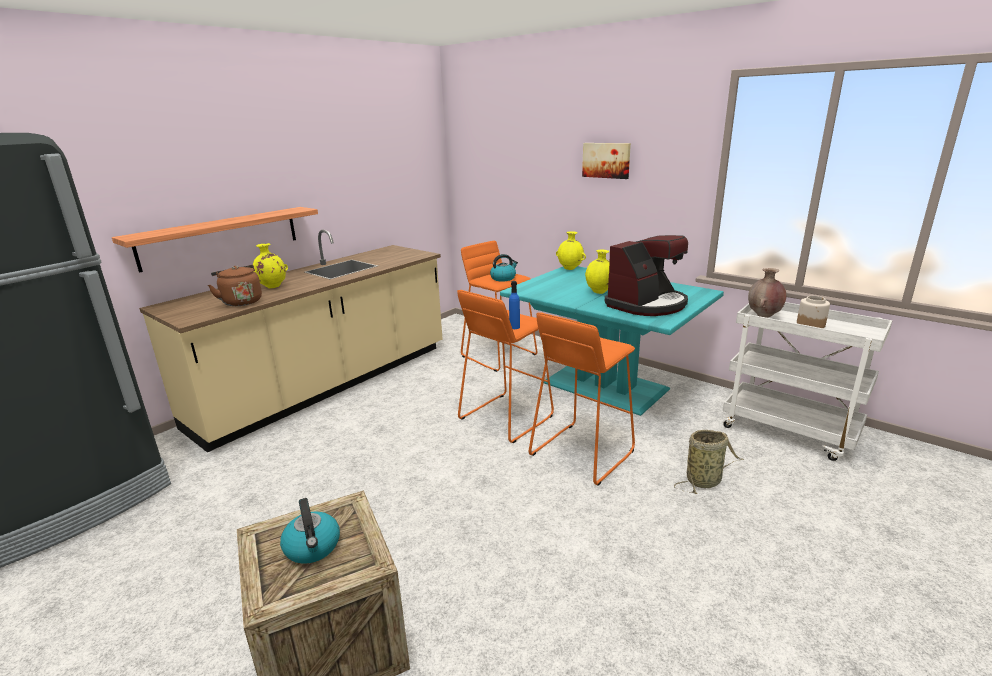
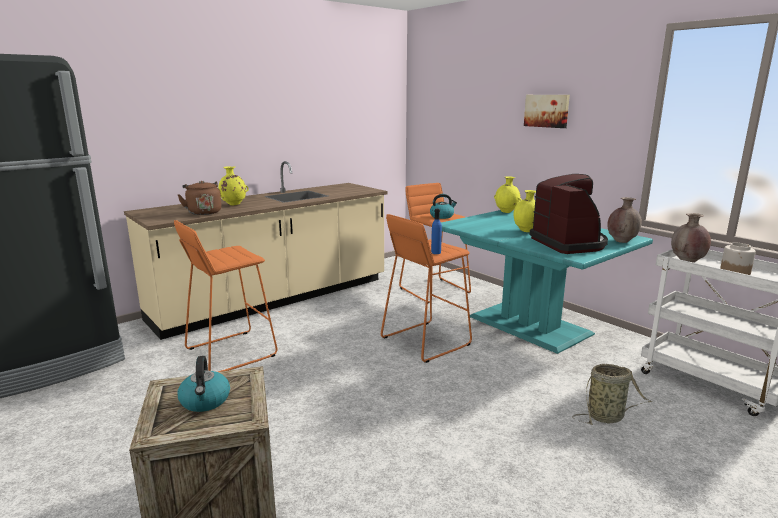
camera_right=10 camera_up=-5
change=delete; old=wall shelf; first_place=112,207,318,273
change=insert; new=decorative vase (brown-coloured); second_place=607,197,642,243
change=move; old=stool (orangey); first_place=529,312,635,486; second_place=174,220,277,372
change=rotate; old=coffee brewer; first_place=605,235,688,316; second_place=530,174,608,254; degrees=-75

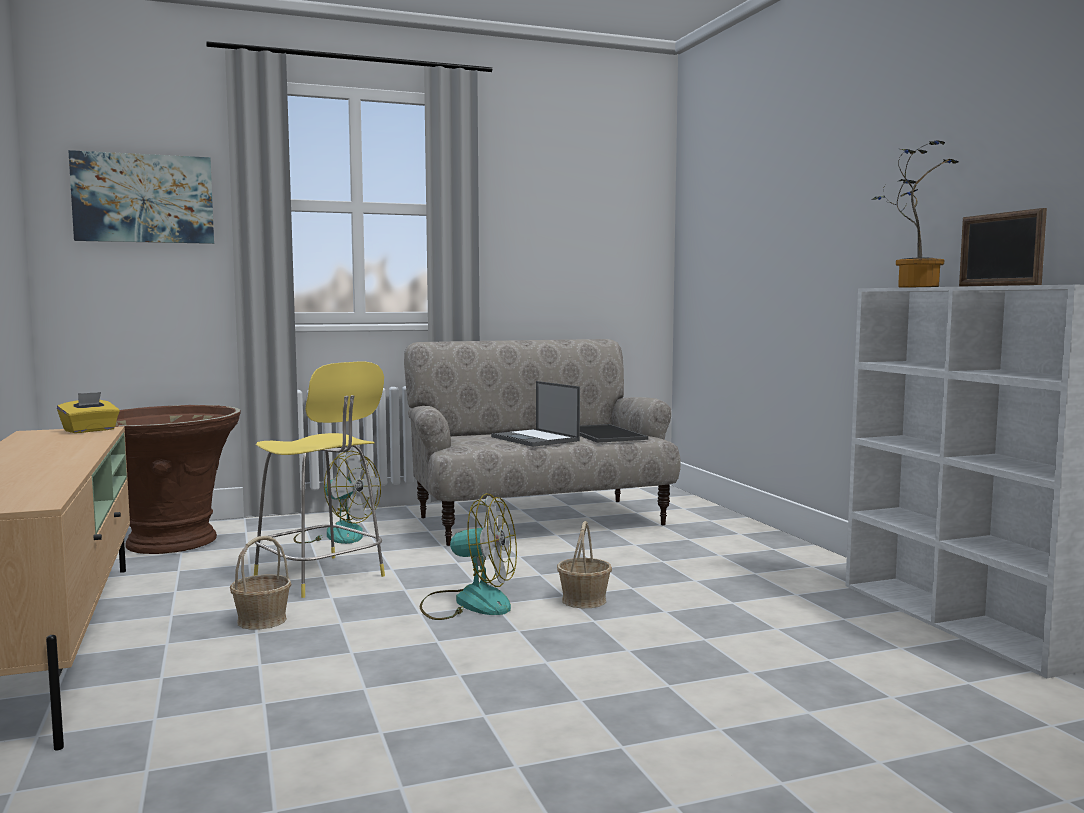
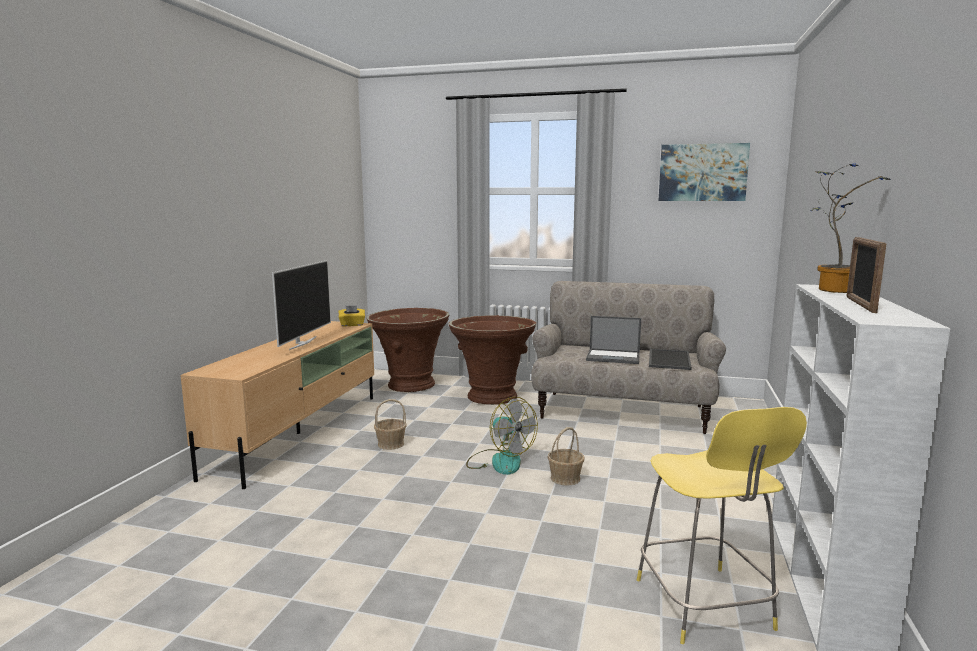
camera_right=35 camera_up=5
change=insert; new=television; second_place=272,260,331,350
change=move; old=wall picture; first_place=68,150,214,244; second_place=658,143,750,201
change=move; old=stool (yellow-coloured); first_place=254,362,385,598; second_place=637,407,807,644
change=replace; old=cooling fan; new=flower pot (brown-coloured); first_place=294,451,381,544; second_place=449,315,536,405
change=rotate; old=laptop; first_place=491,381,580,447; second_place=586,316,641,364; degrees=-75

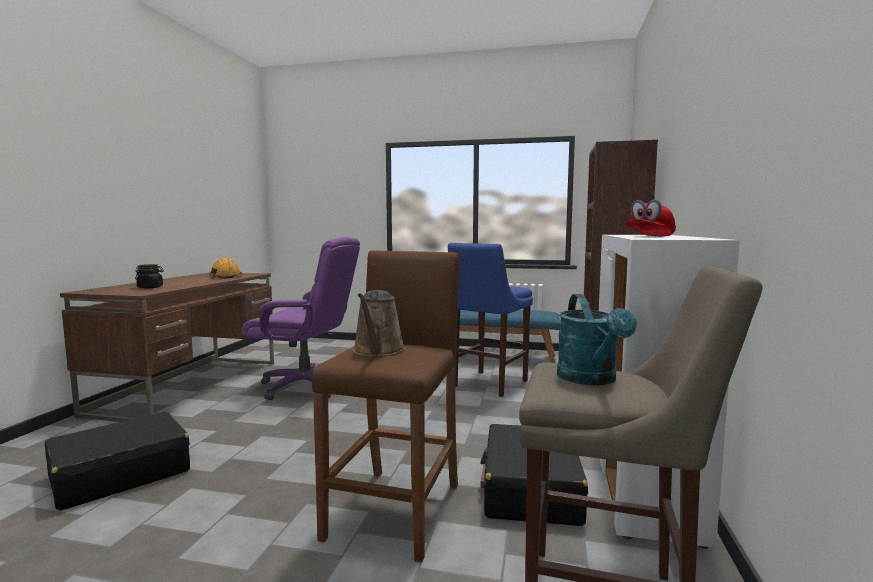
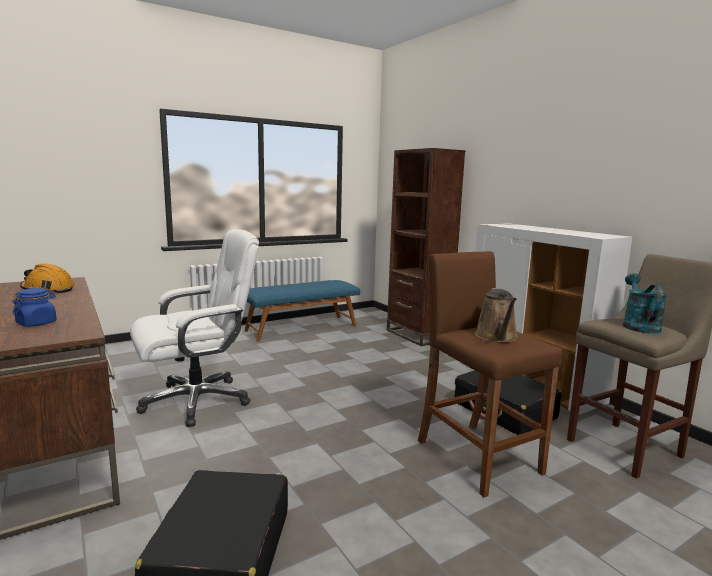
camera_right=-45 camera_up=5
change=delete; old=stool (bluish); first_place=448,243,533,397
change=delete; old=peaked cap (reddish); first_place=625,200,676,236
change=recolor; old=jar (blackish); new=jar (bluish); first_place=135,264,164,288; second_place=12,288,57,327
change=recolor; old=office chair (purple); new=office chair (white-coloured); first_place=241,237,360,400; second_place=130,229,259,427
change=rotate; old=watering pot (brown-coloured); first_place=353,290,405,357; second_place=475,288,518,343; degrees=45
change=rotate; old=watering pot (turquoise); first_place=557,294,637,385; second_place=623,273,668,334; degrees=-120

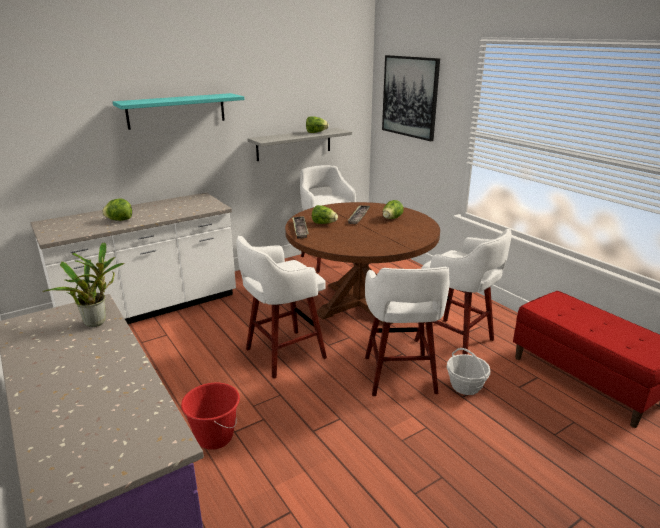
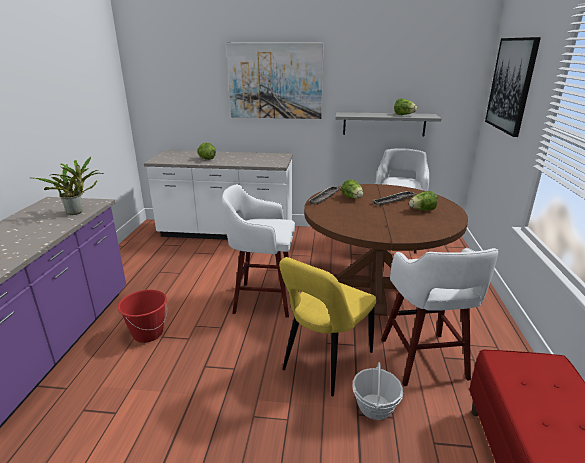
camera_right=40 camera_up=0
change=replace; old=wall shelf (turquoise); new=wall picture; first_place=113,93,244,130; second_place=226,43,324,119
change=replace; old=stool (white-coloured); new=plain chair (yellow-coloured); first_place=365,267,450,396; second_place=279,257,376,396

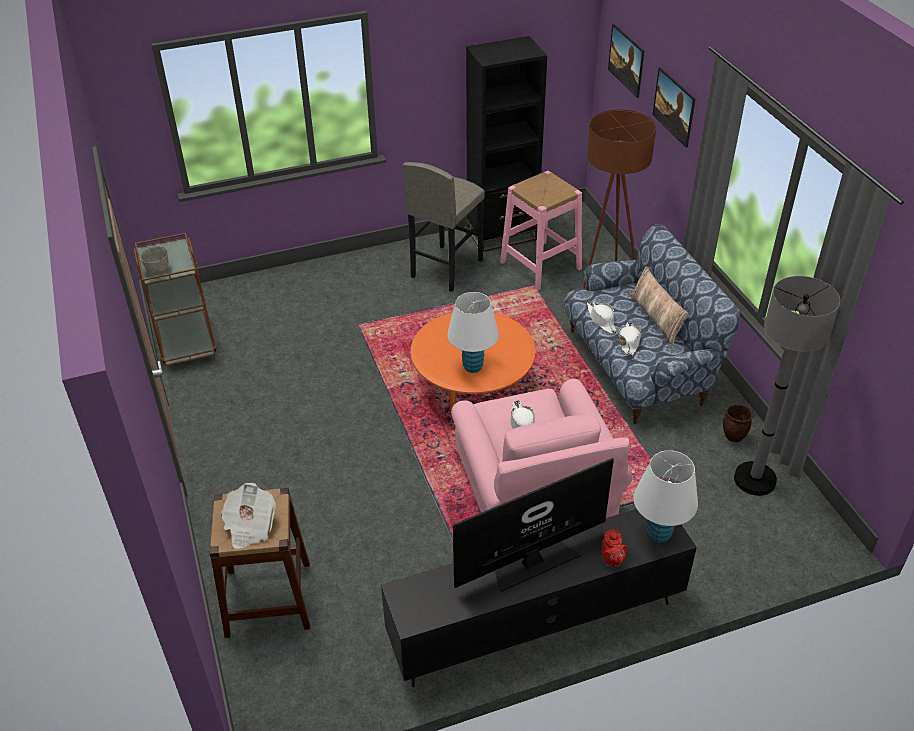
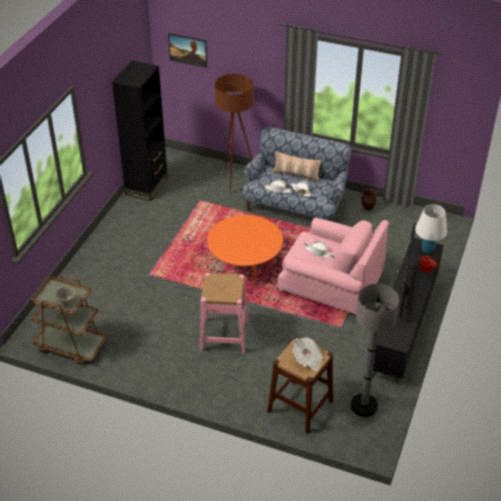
camera_right=-50 camera_up=0
change=delete; old=stool (greyish); first_place=403,162,485,292
change=delete; old=lamp for a table (white-coloured); first_place=447,292,499,373
change=delete; old=wall picture; first_place=652,67,695,148
change=move; old=stool (pink-coloured); first_place=500,171,582,290; second_place=199,273,248,354
change=move; old=floor lamp (greyish); first_place=734,276,840,496; second_place=351,284,399,417

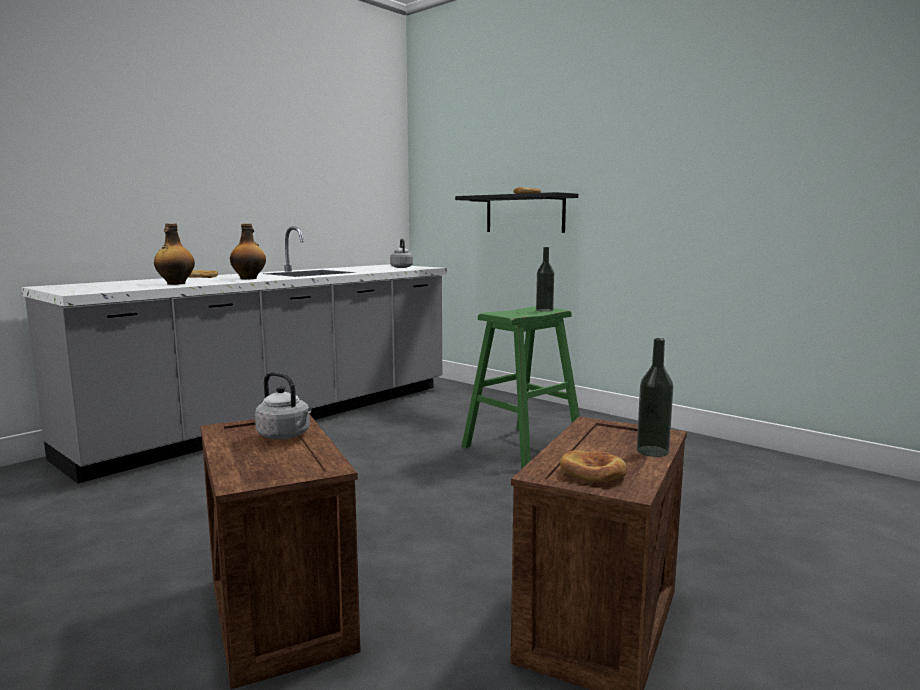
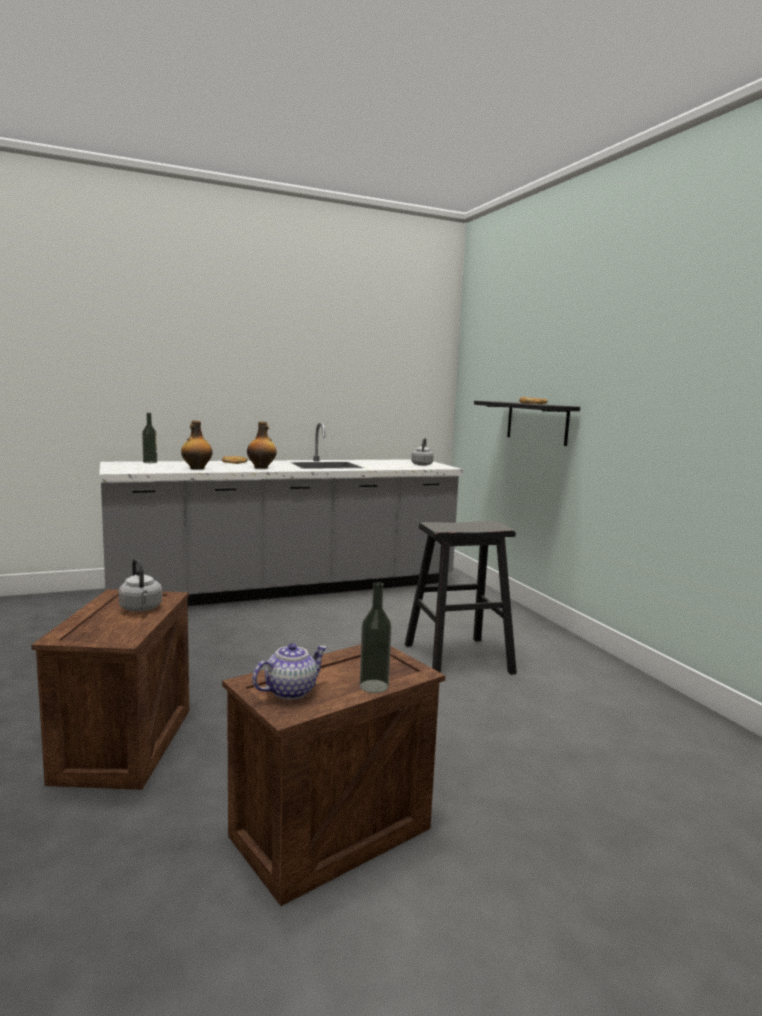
camera_right=25 camera_up=0
change=move; old=drink bottle; first_place=536,247,554,312; second_place=142,413,157,463
change=replace; old=baked bread; new=teapot; first_place=560,450,627,482; second_place=252,643,327,700
change=recolor; old=stool (green); new=stool (blackish); first_place=462,306,580,469; second_place=405,521,517,675

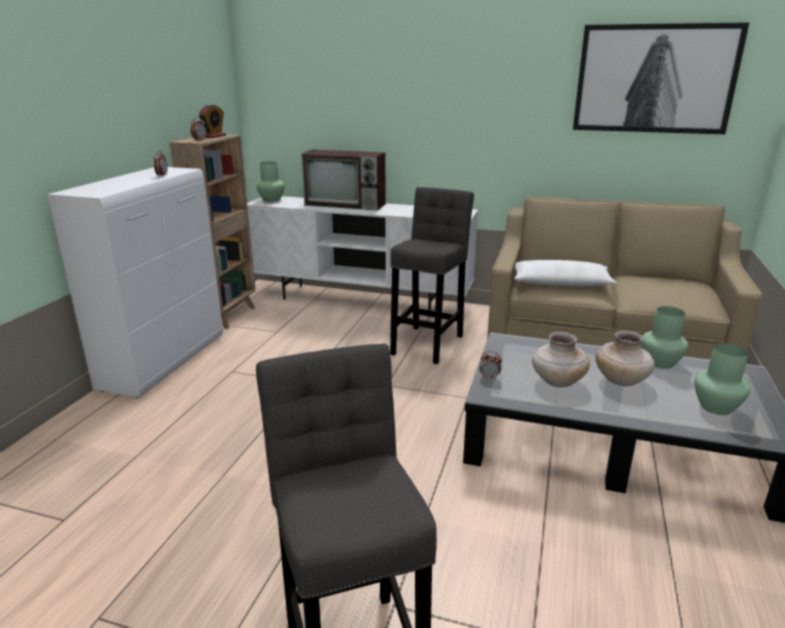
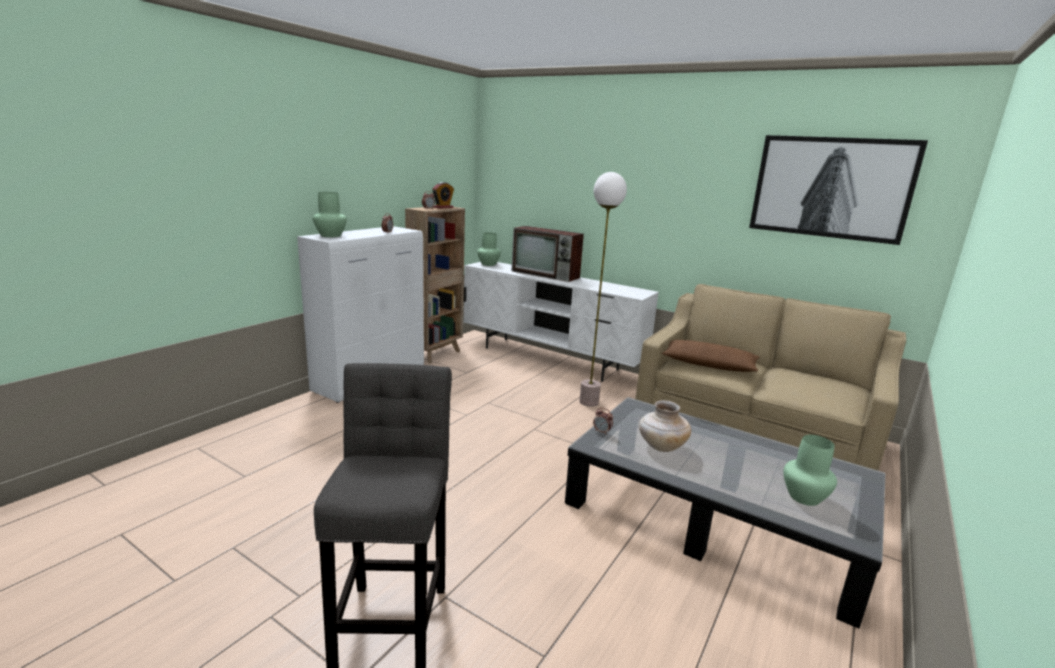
camera_right=15 camera_up=-5
change=delete; old=decorative vase (beige-coloured); first_place=596,331,655,386
change=move; old=decorative vase (green); first_place=641,306,688,369; second_place=313,192,347,237
change=replace; old=stool (greyish); new=floor lamp; first_place=390,187,474,364; second_place=579,172,627,407
change=recolor; old=pillow (white-coloured); new=pillow (brown-coloured); first_place=515,260,617,287; second_place=662,340,759,372

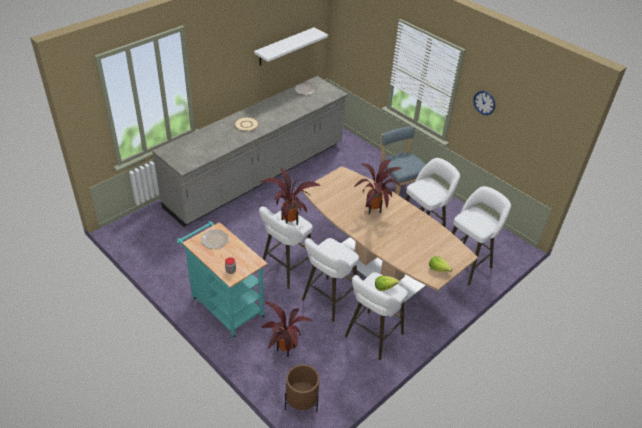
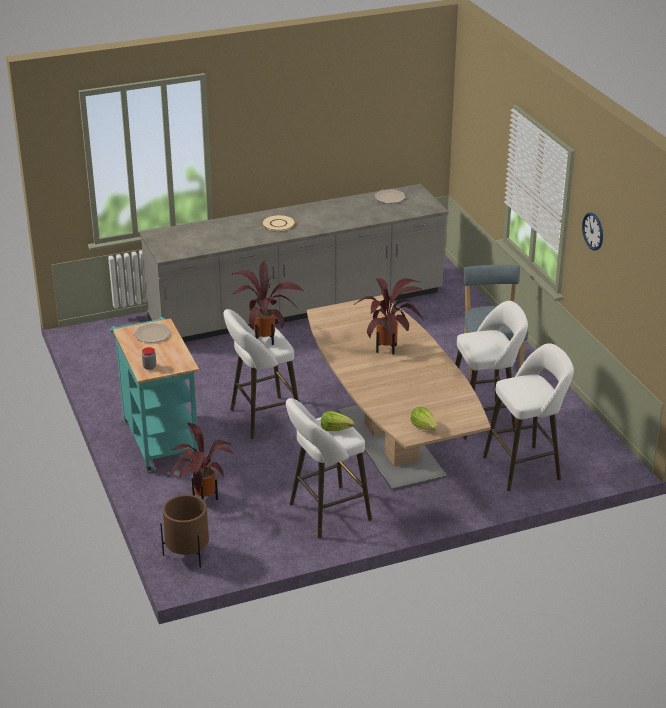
camera_right=25 camera_up=-10
change=delete; old=wall shelf (white-coloured); first_place=254,27,328,66
change=delete; old=stool (white-coloured); first_place=302,238,359,322

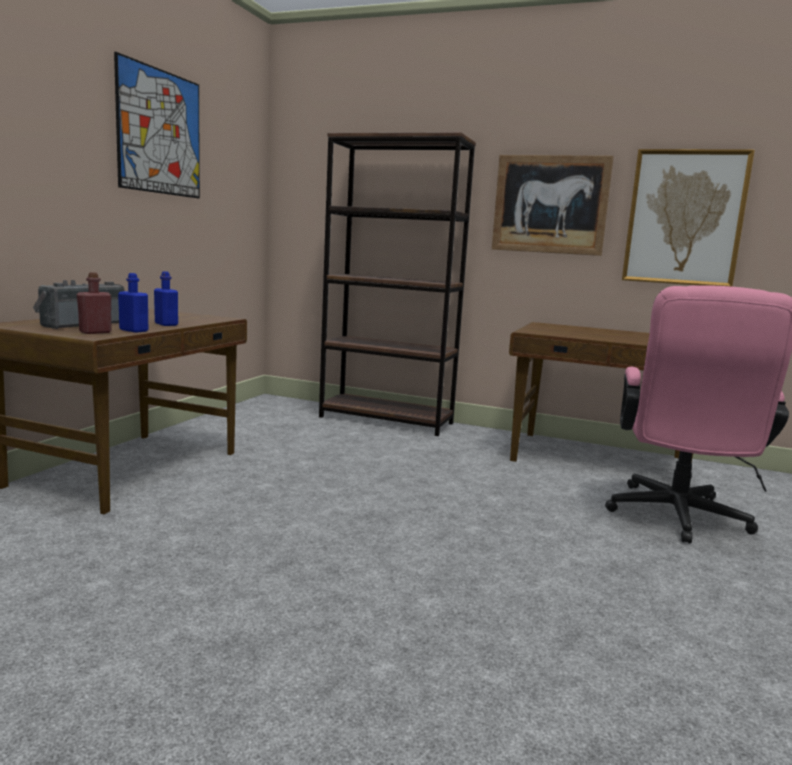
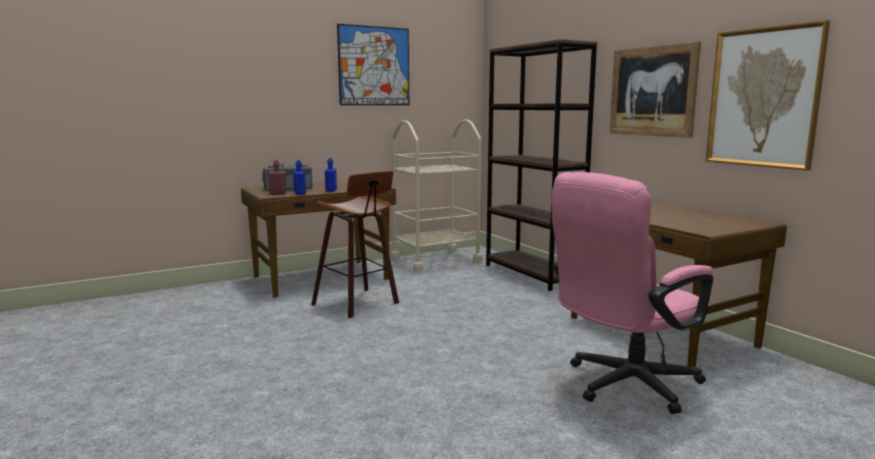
camera_right=40 camera_up=0
change=insert; new=stool; second_place=311,171,399,318
change=insert; new=wheeled cart (beige-coloured); second_place=391,119,483,272

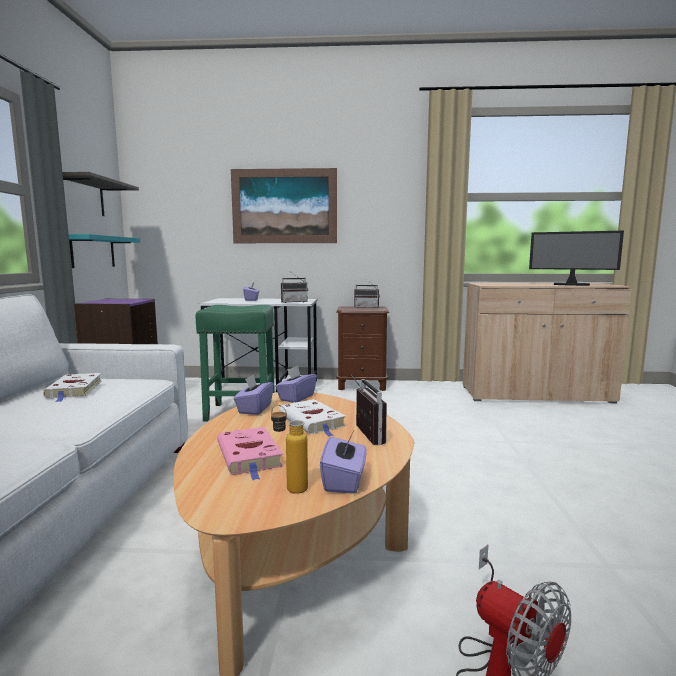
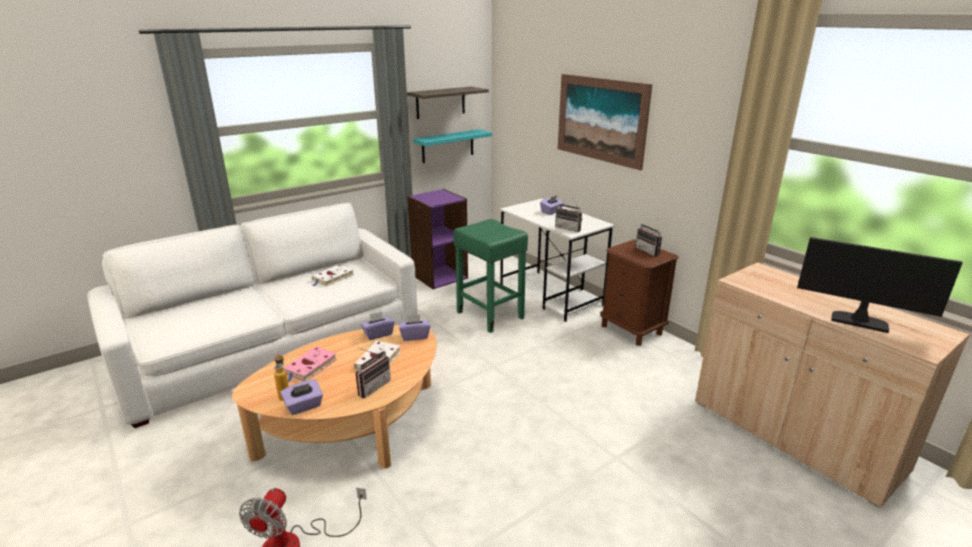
camera_right=50 camera_up=15
change=rotate; old=computer display; first_place=529,231,624,286; second_place=797,237,963,333; degrees=135

